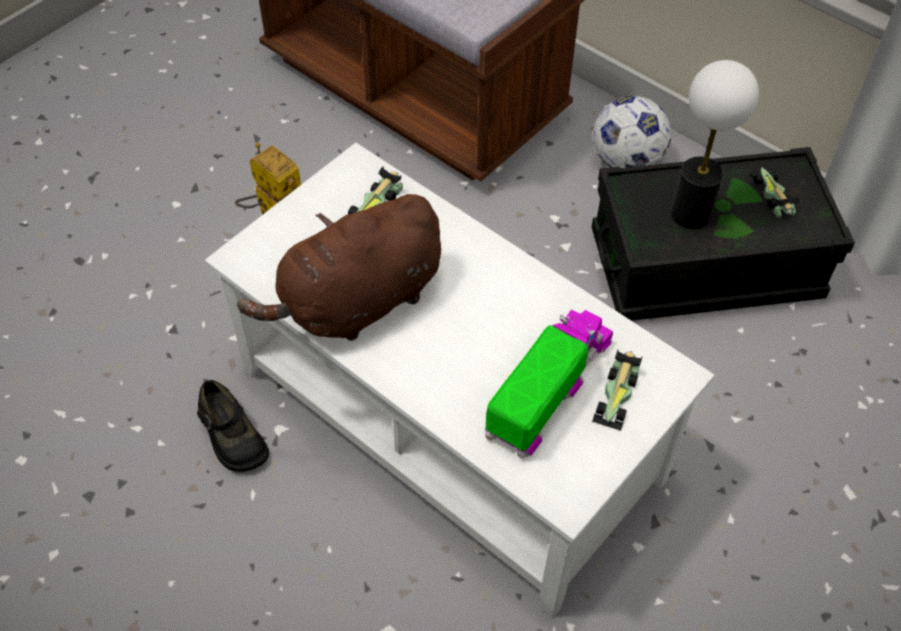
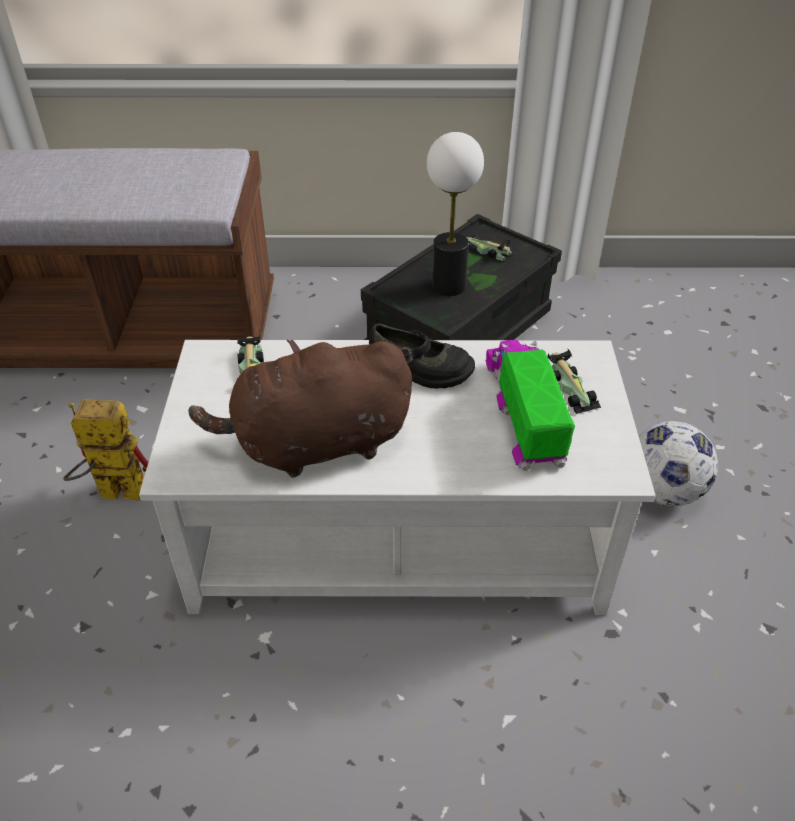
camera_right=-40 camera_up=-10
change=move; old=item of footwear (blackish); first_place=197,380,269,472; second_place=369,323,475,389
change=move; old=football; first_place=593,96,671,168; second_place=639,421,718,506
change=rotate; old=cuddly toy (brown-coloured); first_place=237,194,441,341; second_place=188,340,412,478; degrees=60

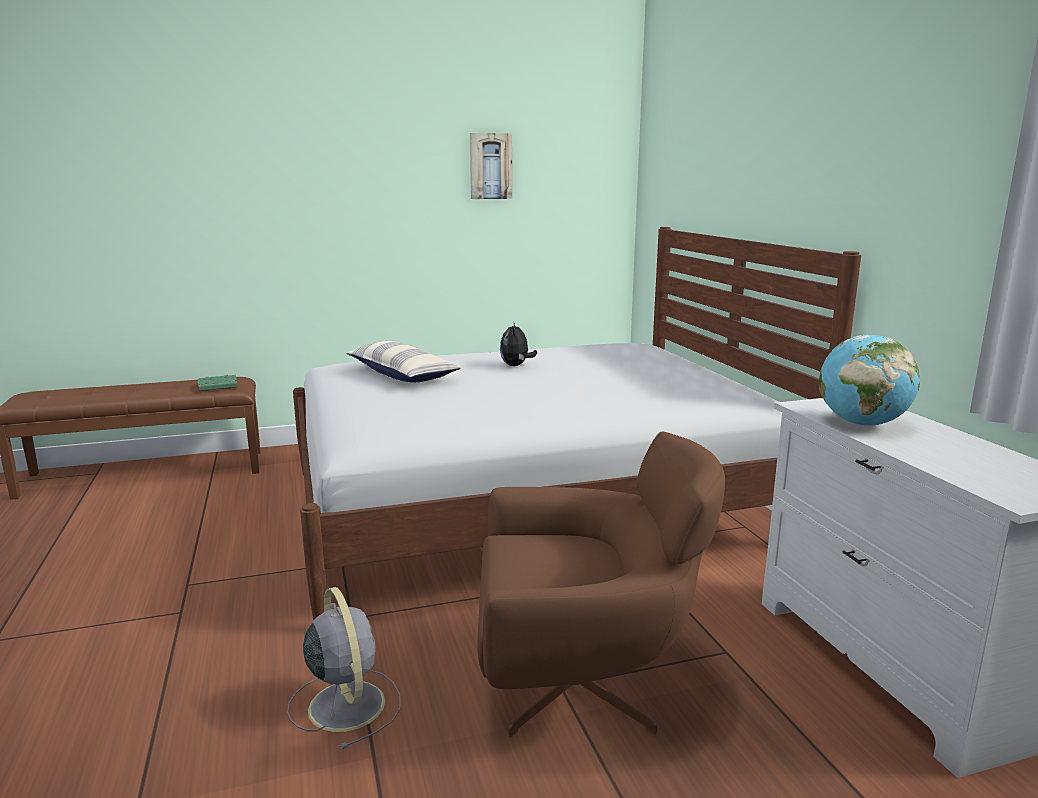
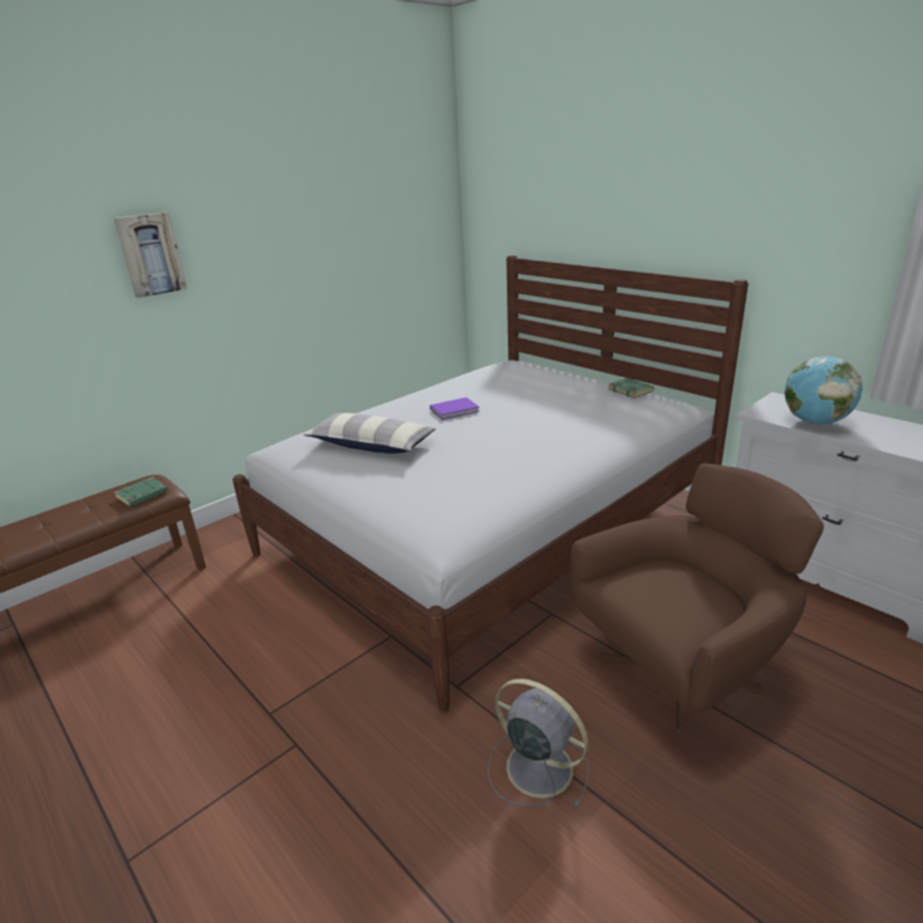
camera_right=-25 camera_up=10
change=insert; new=book (green); second_place=608,378,654,398
change=move; old=wall picture; first_place=470,133,512,199; second_place=114,212,187,298
change=replace; old=cuddly toy; new=book (purple); first_place=500,321,537,366; second_place=430,397,480,420

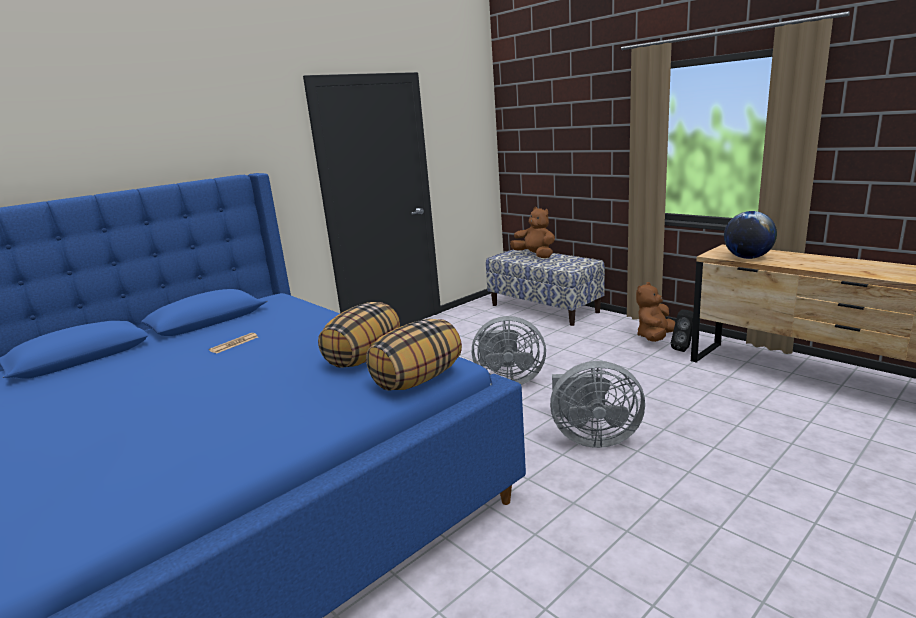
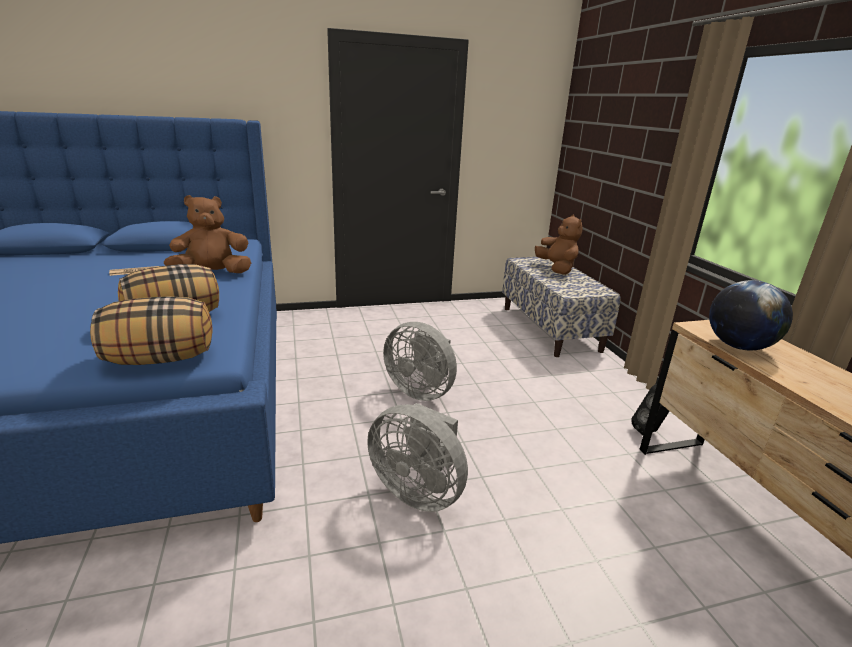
camera_right=25 camera_up=5
change=move; old=cuddly toy (brown-coloured); first_place=636,282,675,342; second_place=164,195,251,273

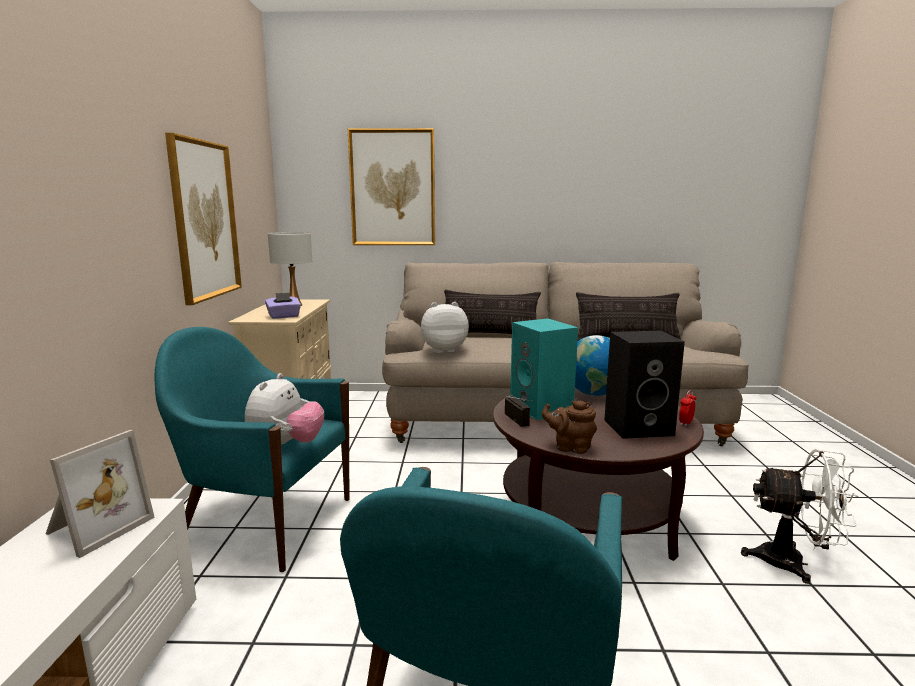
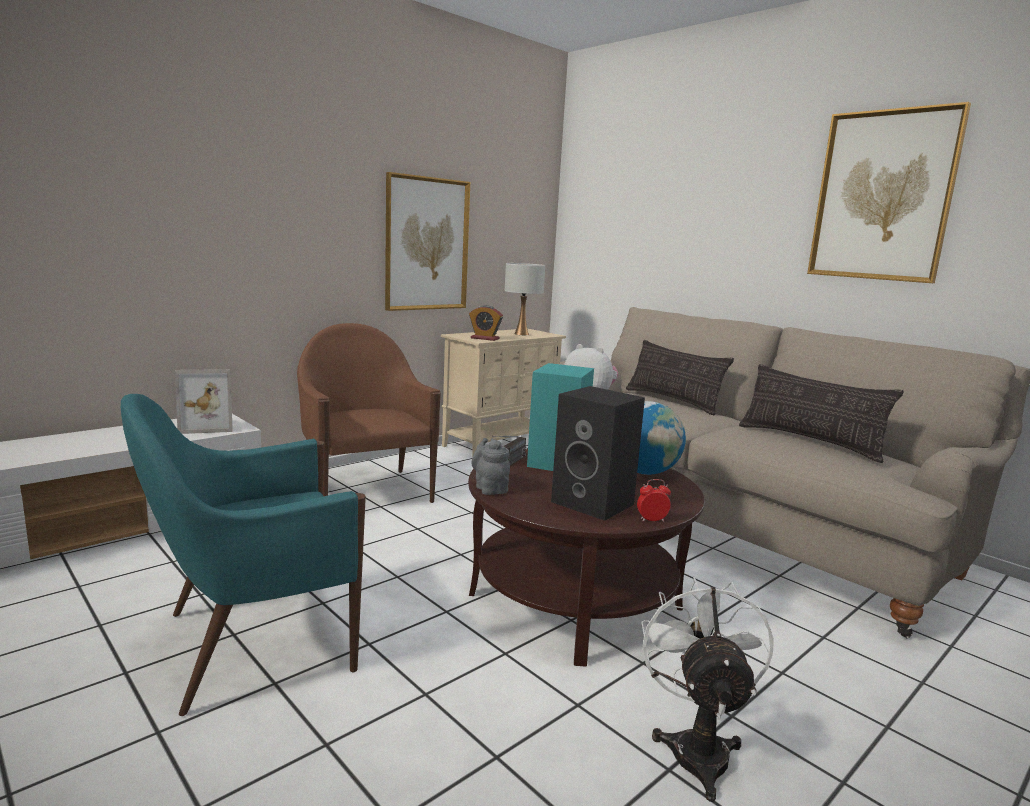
camera_right=45 camera_up=0
change=delete; old=cuddly toy; first_place=245,373,324,444
change=move; old=wall picture; first_place=348,128,435,245; second_place=807,102,971,283
change=replace; old=tissue box (purple); new=table clock; first_place=265,292,301,319; second_place=469,305,503,341
change=recolor; old=armchair (turquoise); new=armchair (brown-coloured); first_place=155,327,349,572; second_place=297,323,441,503
change=recolor; old=teapot (brown-coloured); new=teapot (greyish); first_place=542,400,597,454; second_place=471,438,510,495
change=rotate; old=cooling fan (white-coloured); first_place=741,449,859,584; second_place=641,576,774,802; degrees=-150

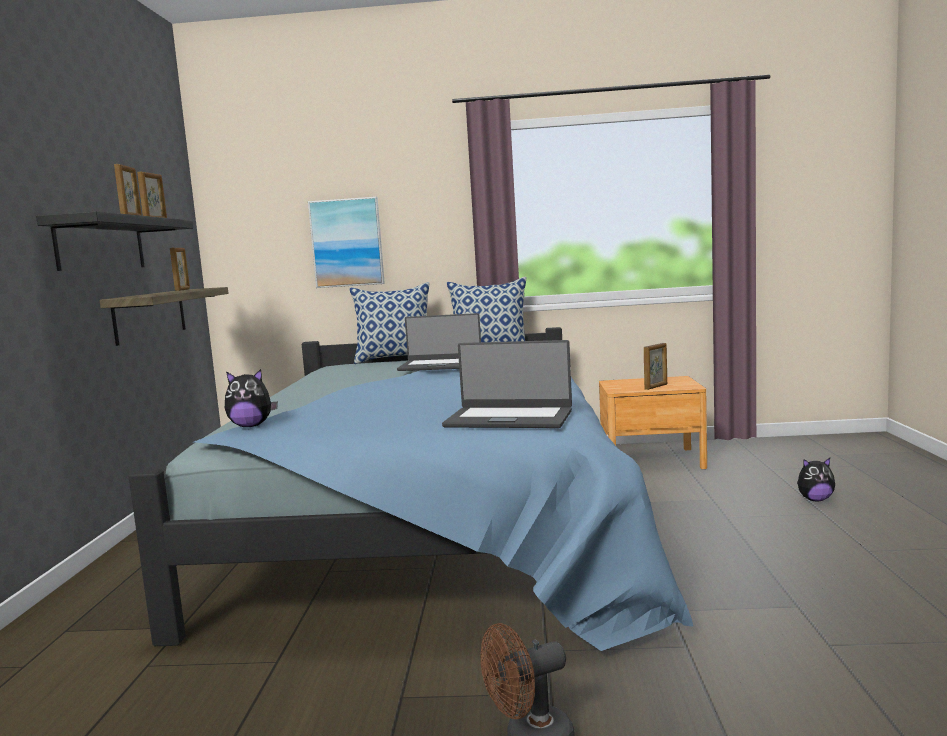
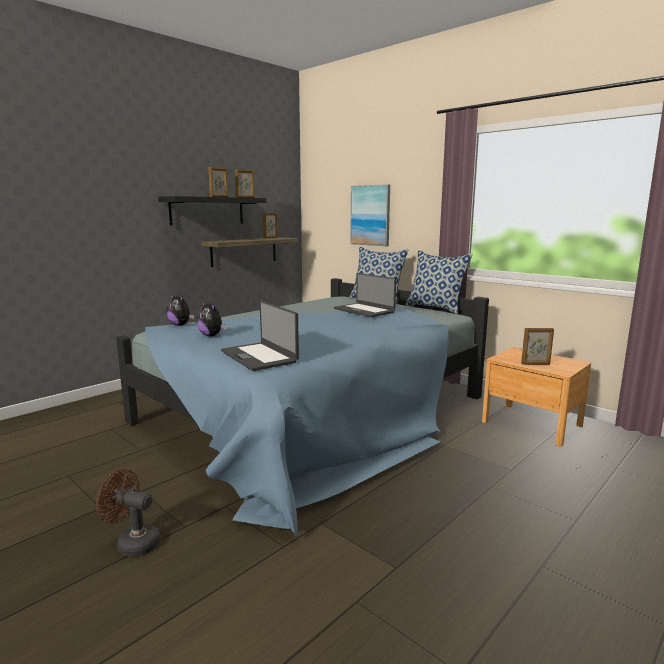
camera_right=40 camera_up=5
change=move; old=cuddly toy; first_place=797,458,835,501; second_place=197,301,226,336

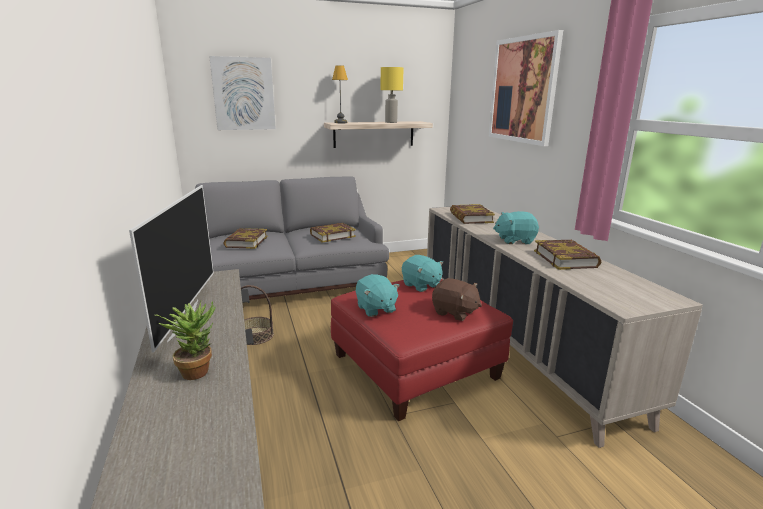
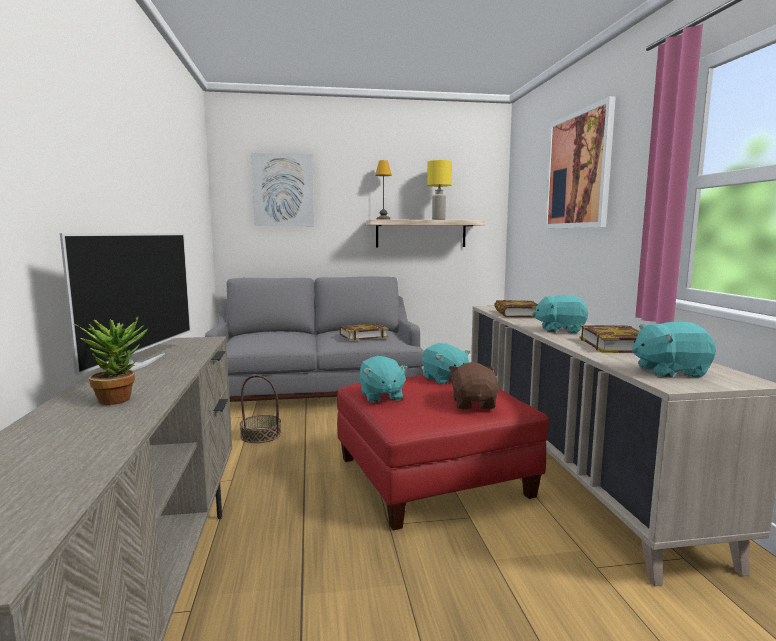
camera_right=10 camera_up=-10
change=delete; old=book; first_place=223,228,268,249
change=insert; new=cuddly toy (turquoise); second_place=632,322,716,378
change=rotate; old=cuddly toy (brown-coloured); first_place=432,278,482,321; second_place=449,362,499,409; degrees=-135

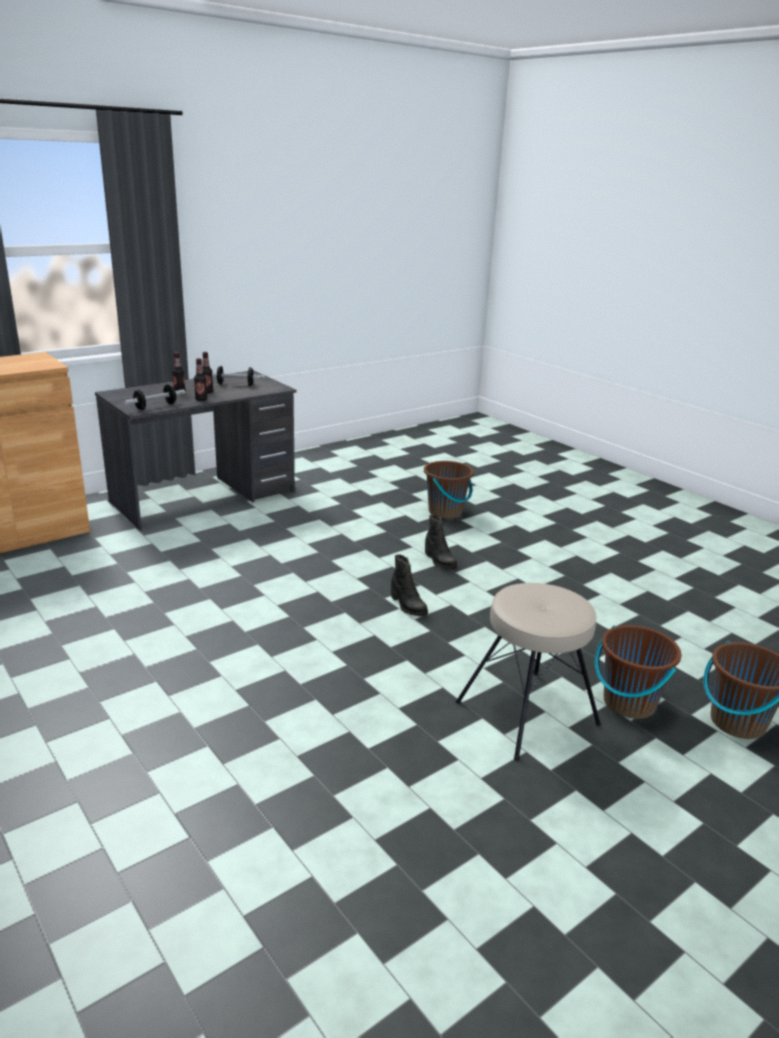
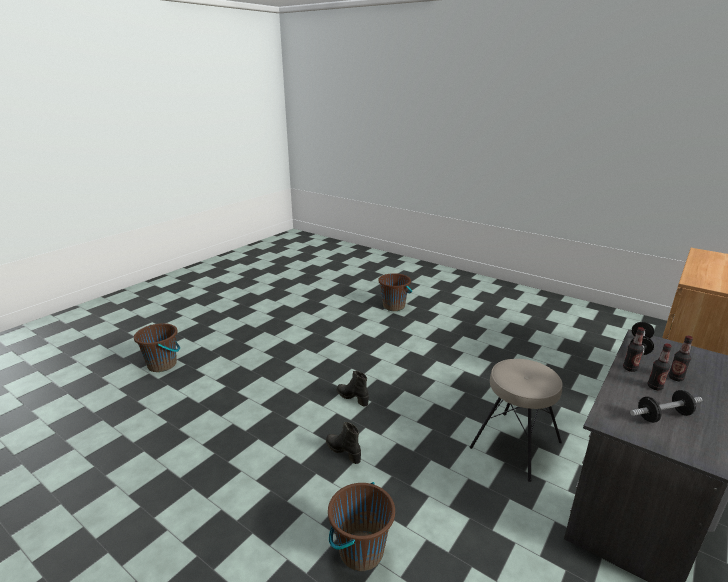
camera_right=165 camera_up=0
change=move; old=stool (beige-coloured); first_place=456,583,601,761; second_place=470,359,562,482
change=move; old=bucket (brown-coloured); first_place=595,625,682,719; second_place=378,273,412,311

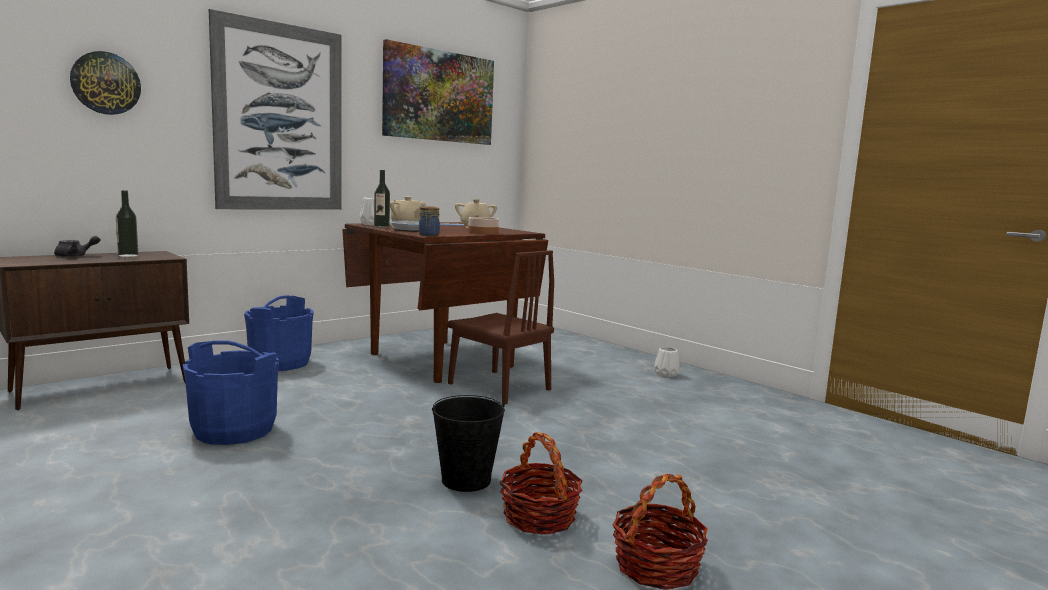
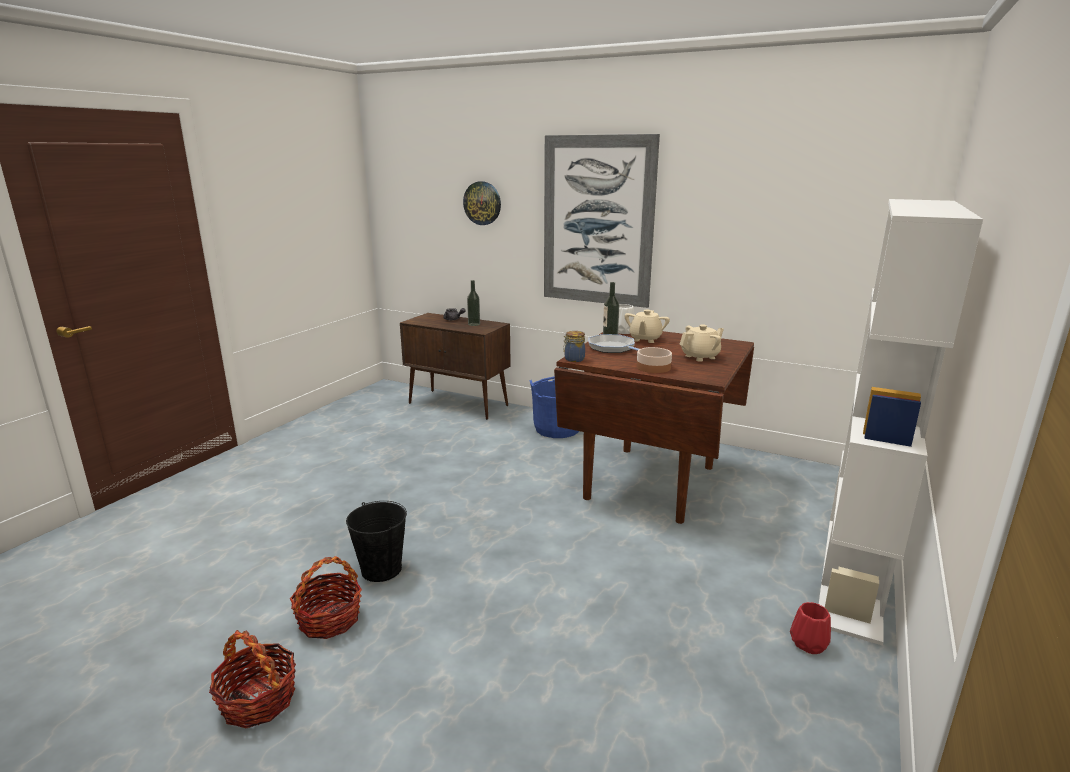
camera_right=70 camera_up=10
change=delete; old=bucket (bluish); first_place=183,340,279,445
change=delete; old=wall picture; first_place=382,39,494,145
change=delete; old=plain chair (brown-coloured); first_place=447,250,554,404
change=insert; new=shelving unit (white-coloured); second_place=819,199,983,646
change=recolor; old=decorative vase (white-coloured); new=decorative vase (reddish); first_place=654,347,679,377; second_place=790,602,831,654

